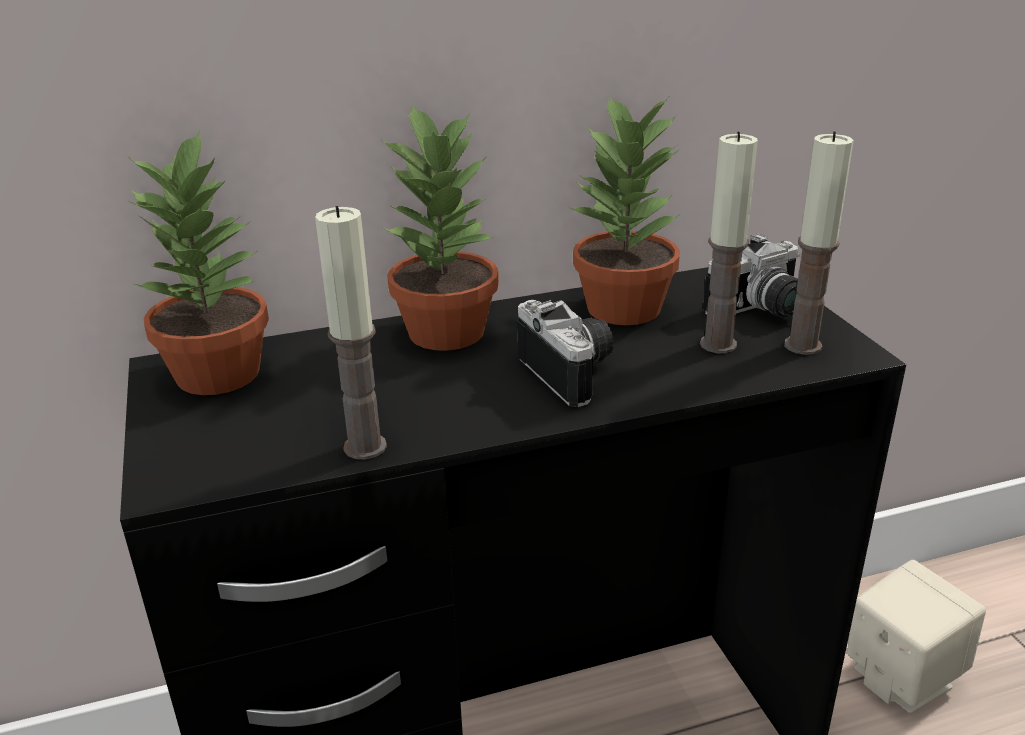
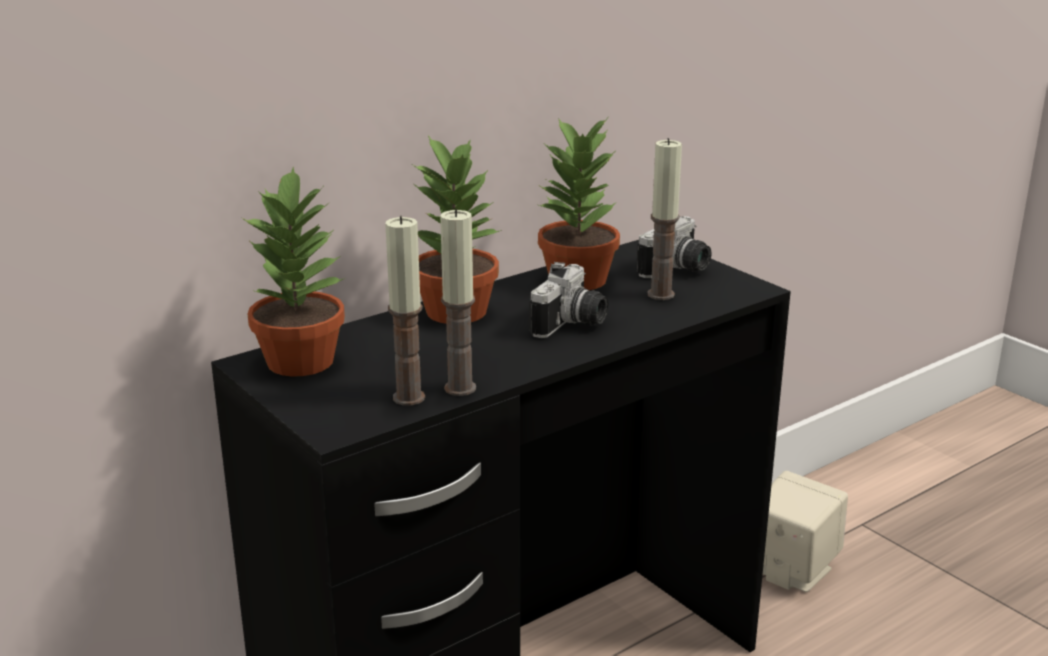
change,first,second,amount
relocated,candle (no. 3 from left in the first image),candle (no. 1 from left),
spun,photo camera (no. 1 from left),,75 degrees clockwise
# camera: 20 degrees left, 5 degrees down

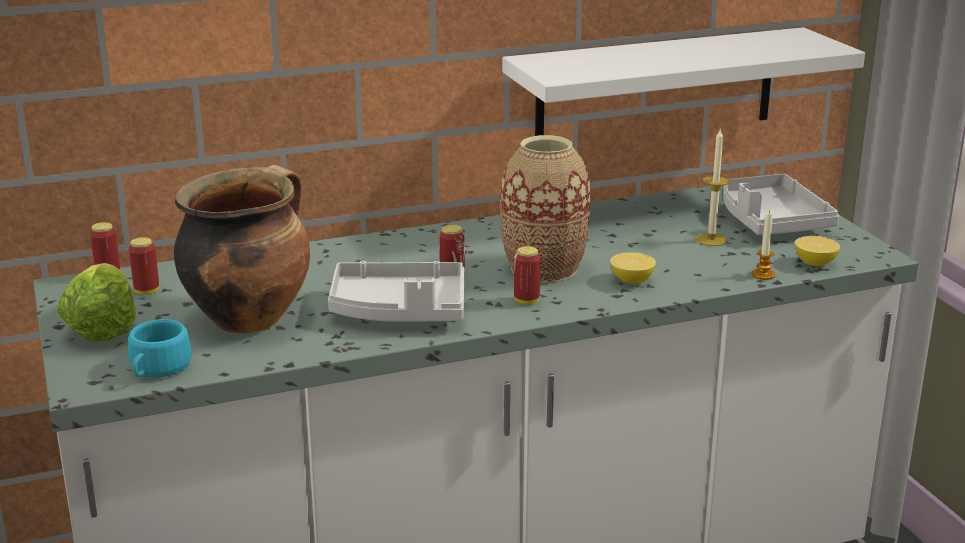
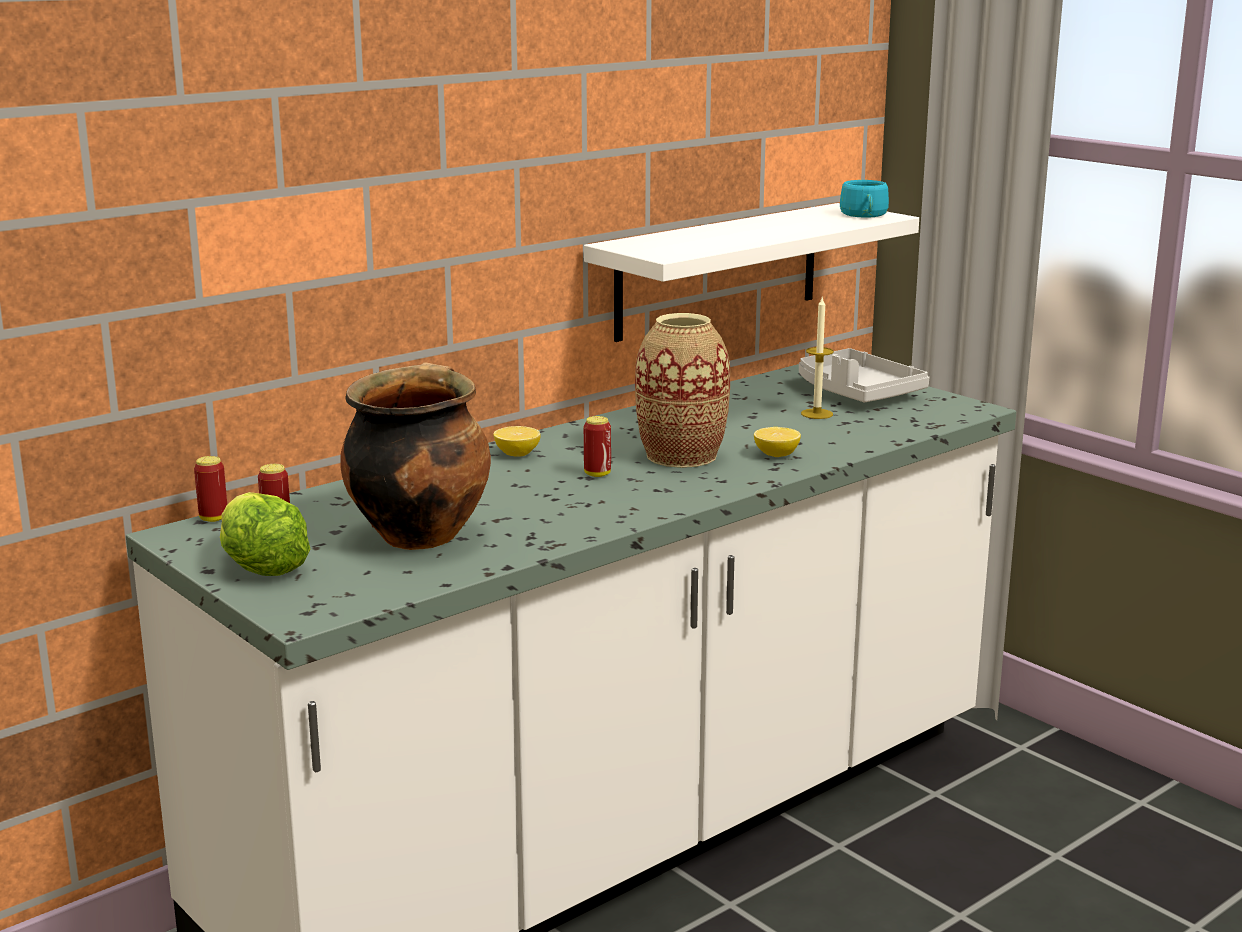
change,first,second,amount
relocated,lemon (no. 2 from left in the first image),lemon (no. 1 from left),
relocated,cup in turquoise,,
missing,tray in grey (no. 1 from left),,
missing,can (no. 4 from left),,
missing,candle (no. 2 from left),,
# camera: 20 degrees left, 5 degrees down

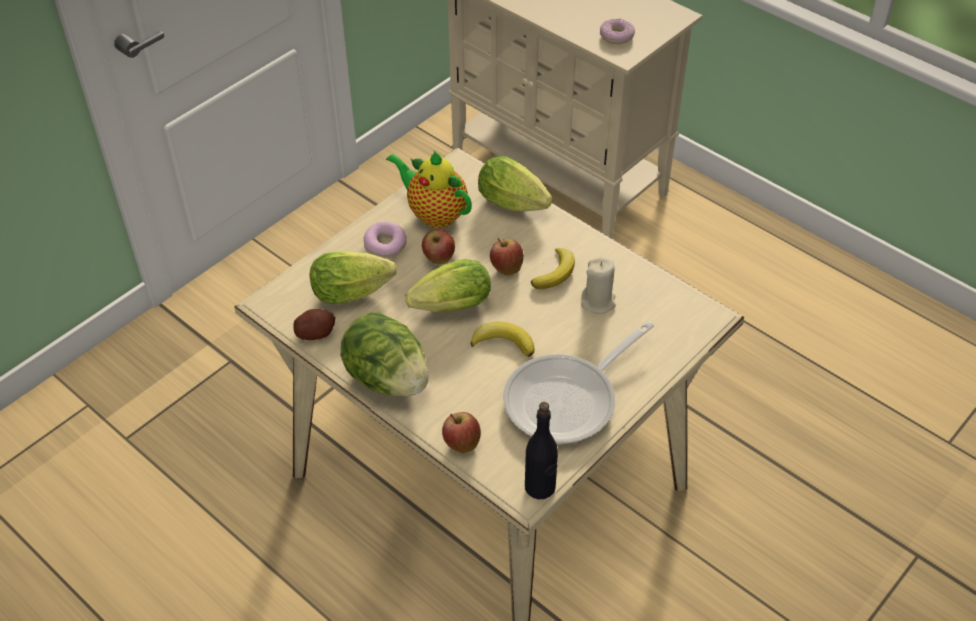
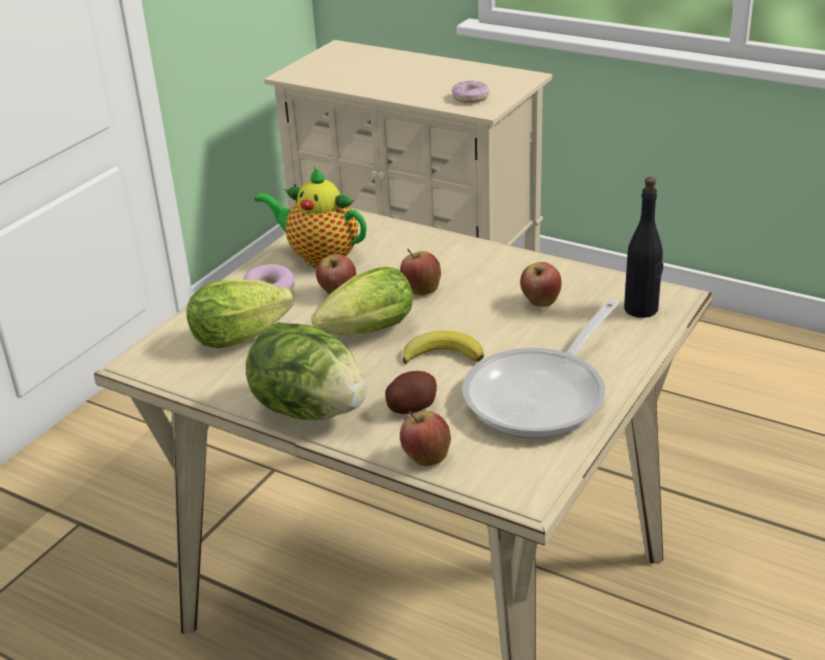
change,first,second,amount
relocated,potato,,
exchanged,candle in beige,apple (no. 4 from left),
relocated,bottle in black,,
missing,lettuce (no. 4 from left),,
missing,banana (no. 2 from left),,
# camera: 10 degrees left, 15 degrees down

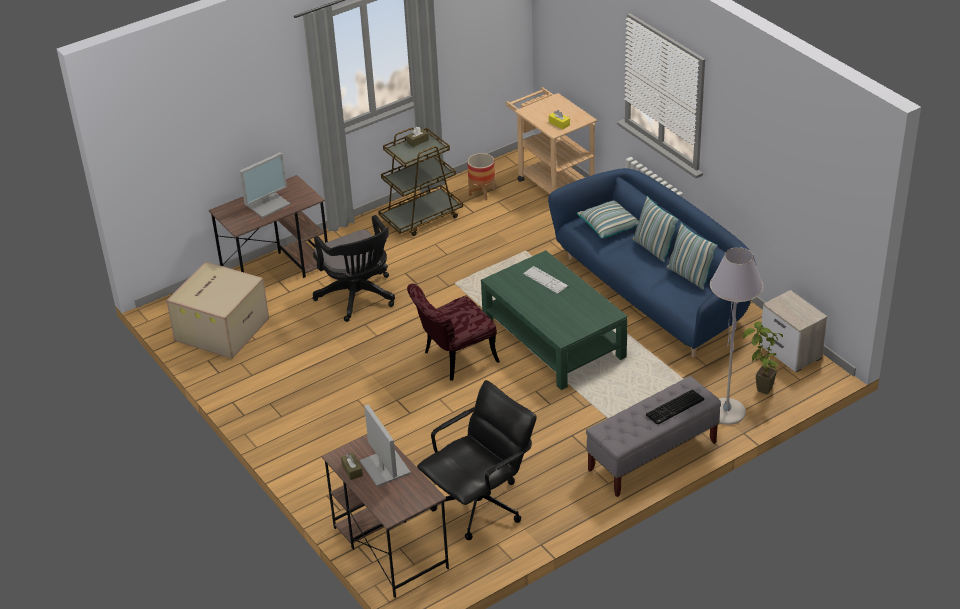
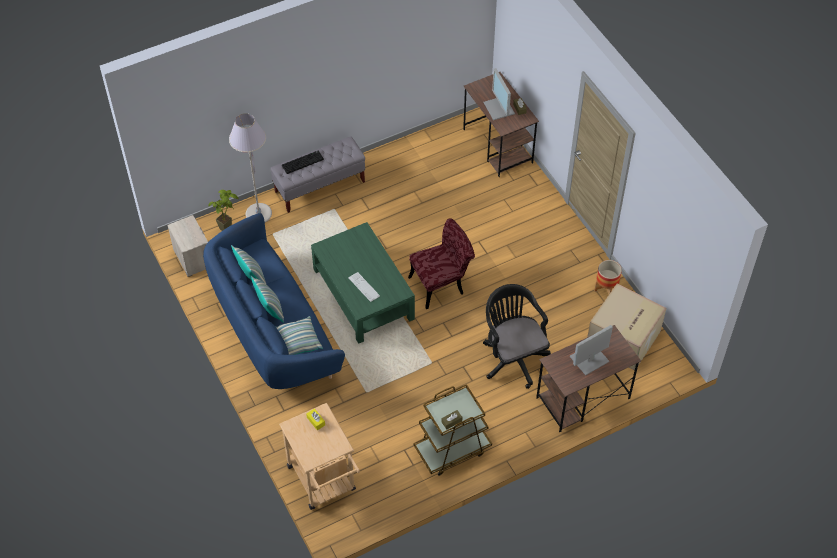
change,first,second,amount
relocated,planter,,
missing,office chair in black (no. 2 from left),,
# camera: 175 degrees left, 15 degrees up

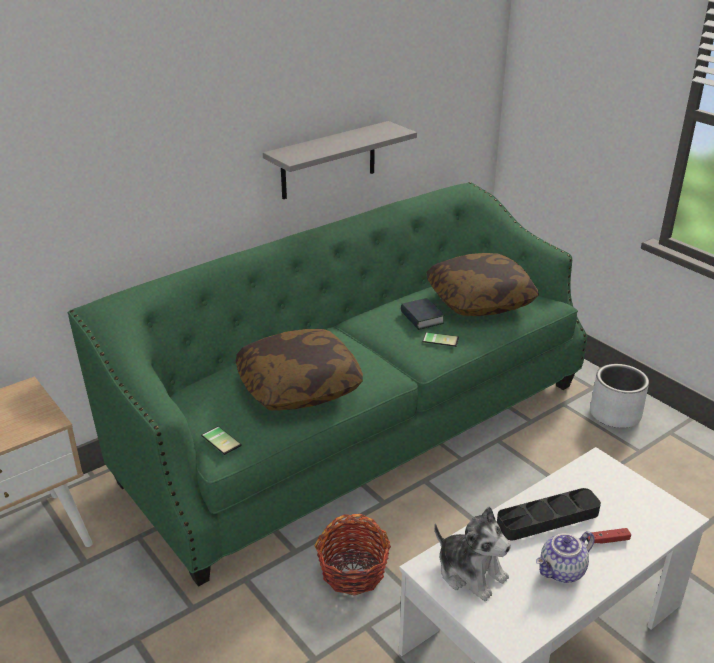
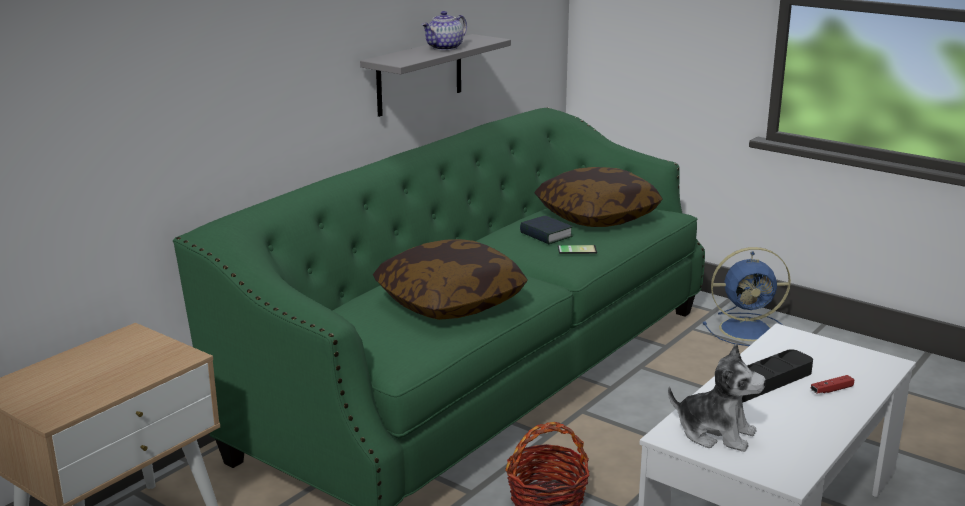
change,first,second,amount
relocated,teapot,,
exchanged,planter in grey,fan in blue,
missing,phone (no. 1 from left),,
# camera: 15 degrees left, 10 degrees down

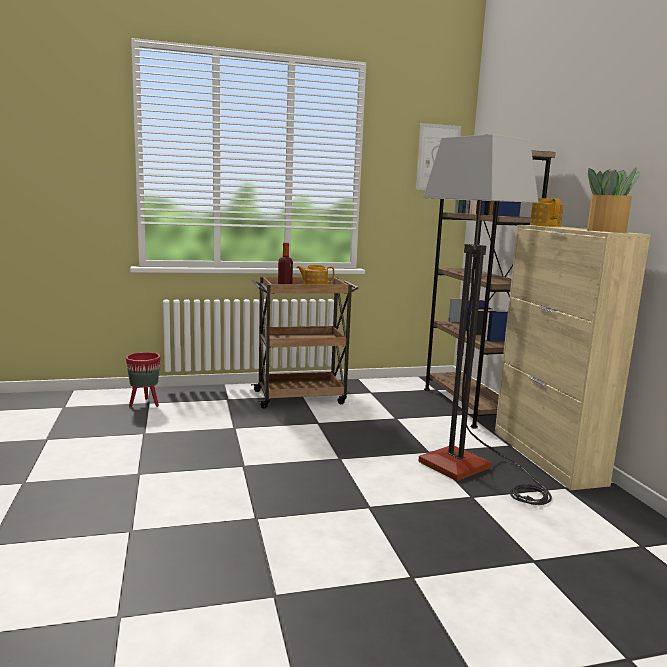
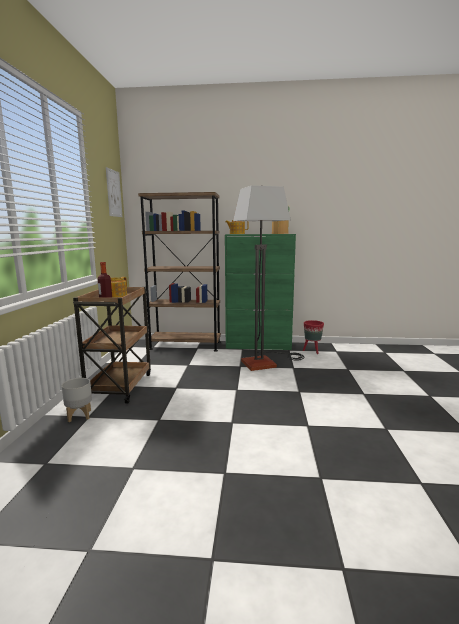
change,first,second,amount
appeared,,planter in grey,
colour,cabinet in beige,cabinet in green,
relocated,planter in red,,
# camera: 70 degrees left, 0 degrees up

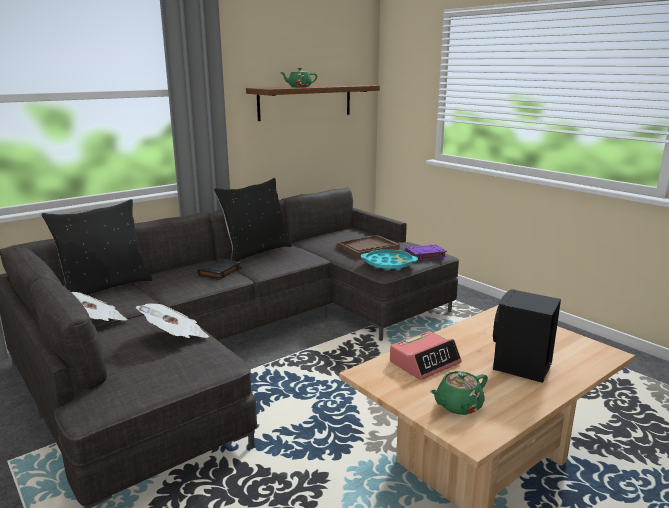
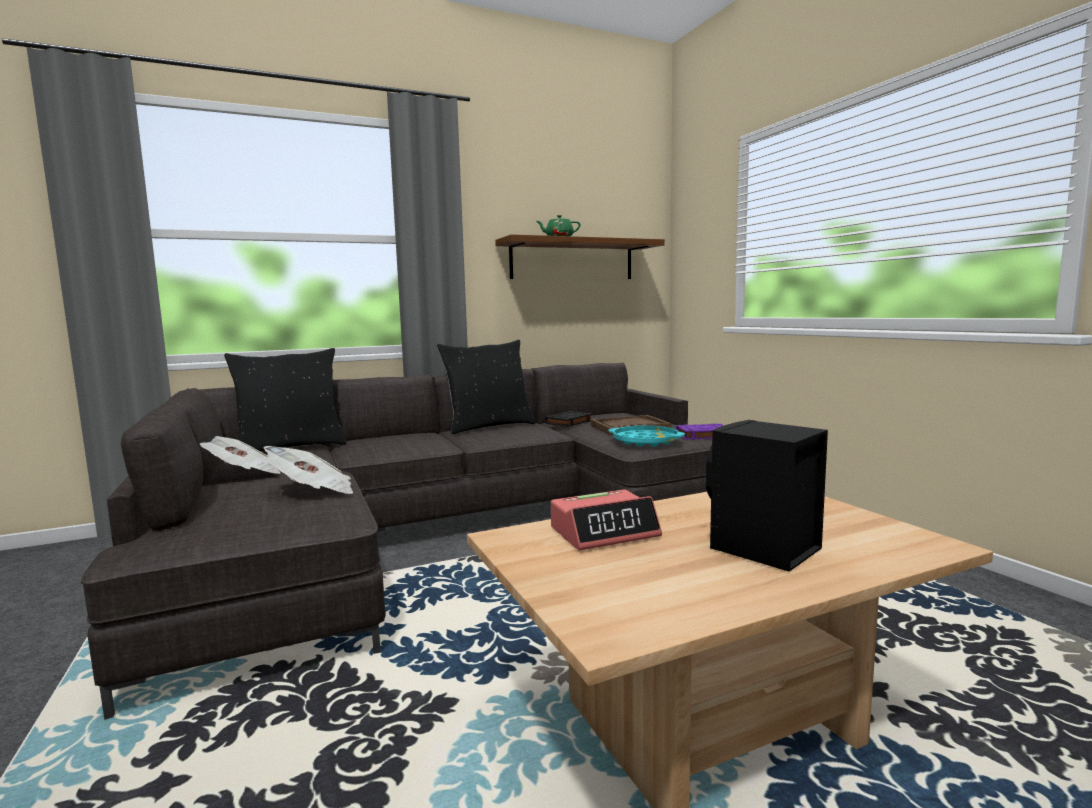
change,first,second,amount
relocated,book in black,,
missing,teapot in green (no. 2 from left),,
# camera: 15 degrees right, 10 degrees down

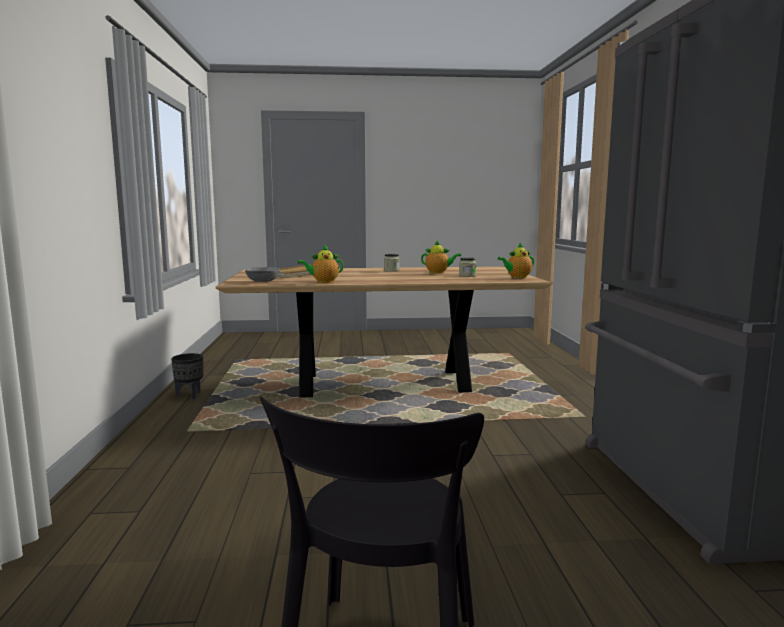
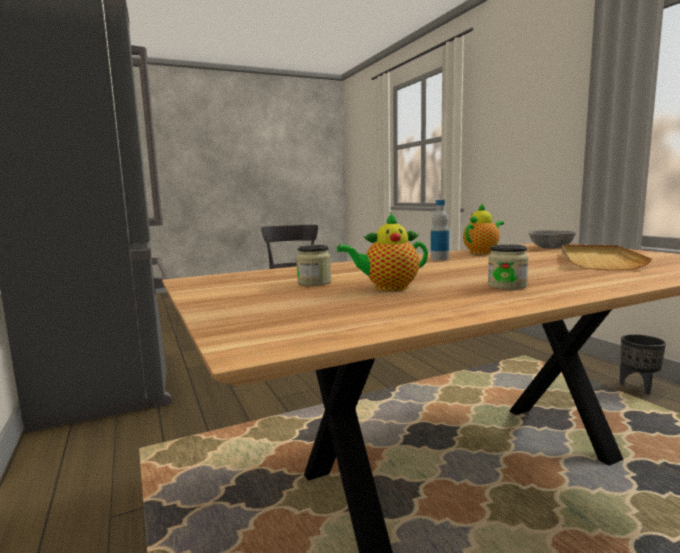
change,first,second,amount
appeared,,bottle,
missing,teapot (no. 3 from left),,
# camera: 160 degrees right, 0 degrees up

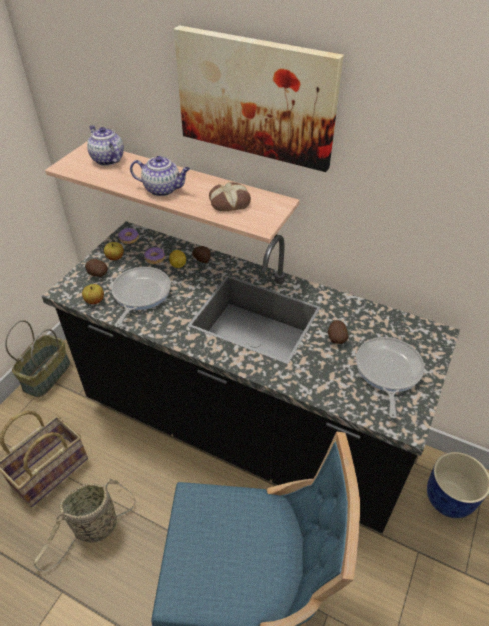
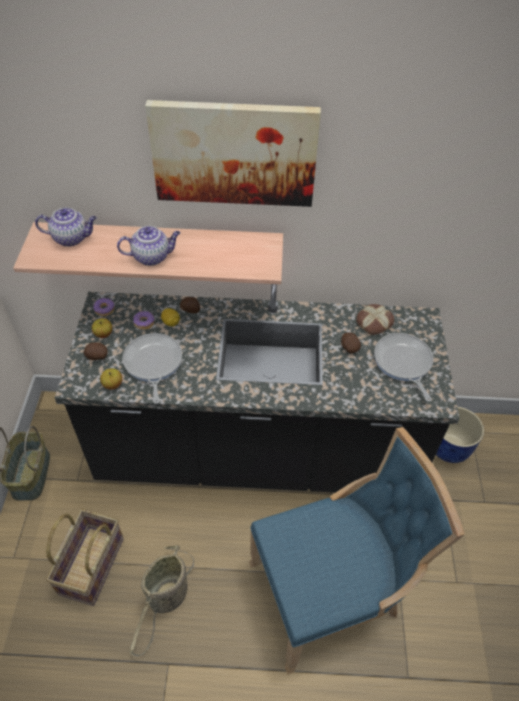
change,first,second,amount
spun,teapot (no. 1 from left),,150 degrees clockwise
relocated,bread,,
# camera: 25 degrees left, 5 degrees up

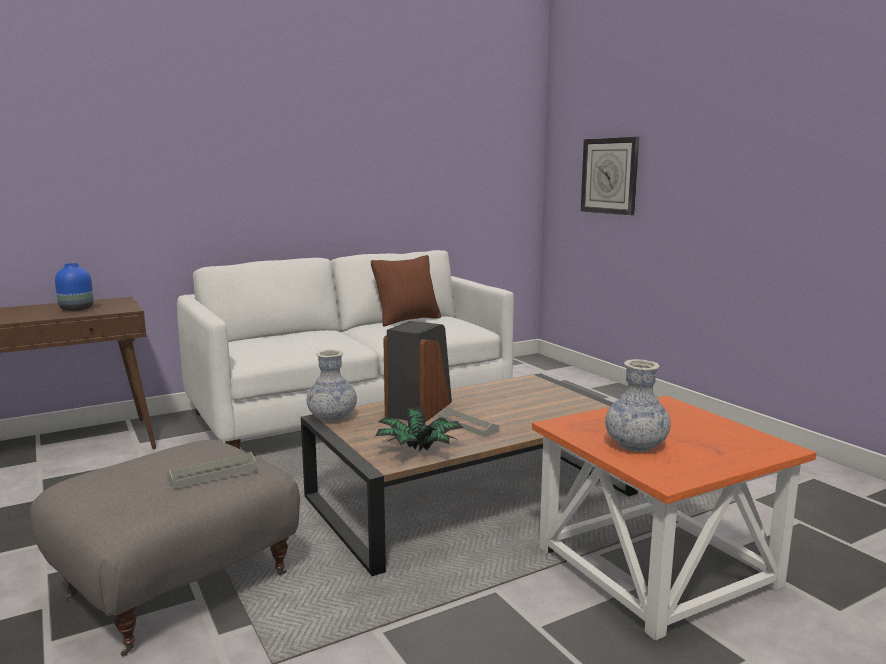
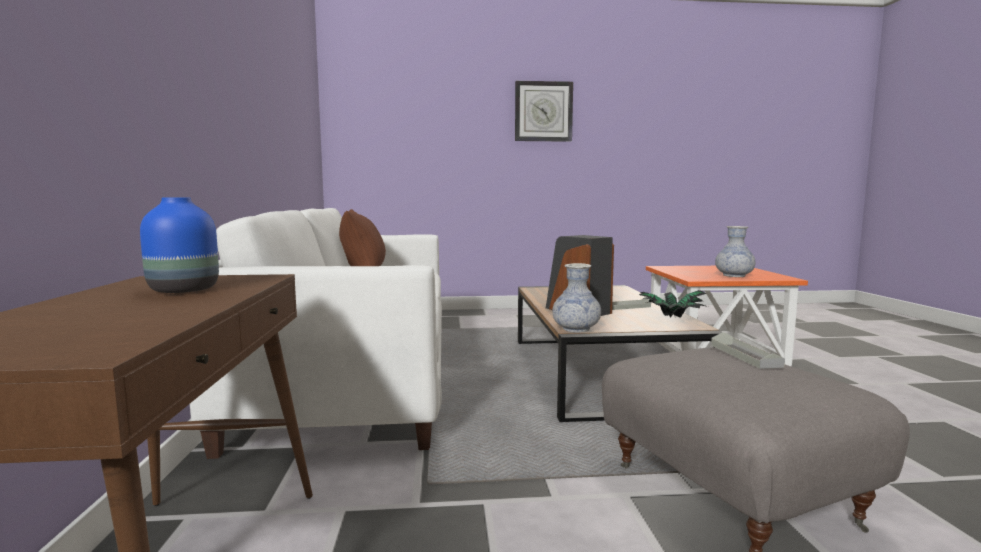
change,first,second,amount
relocated,wall clock,,
# camera: 65 degrees left, 5 degrees down

